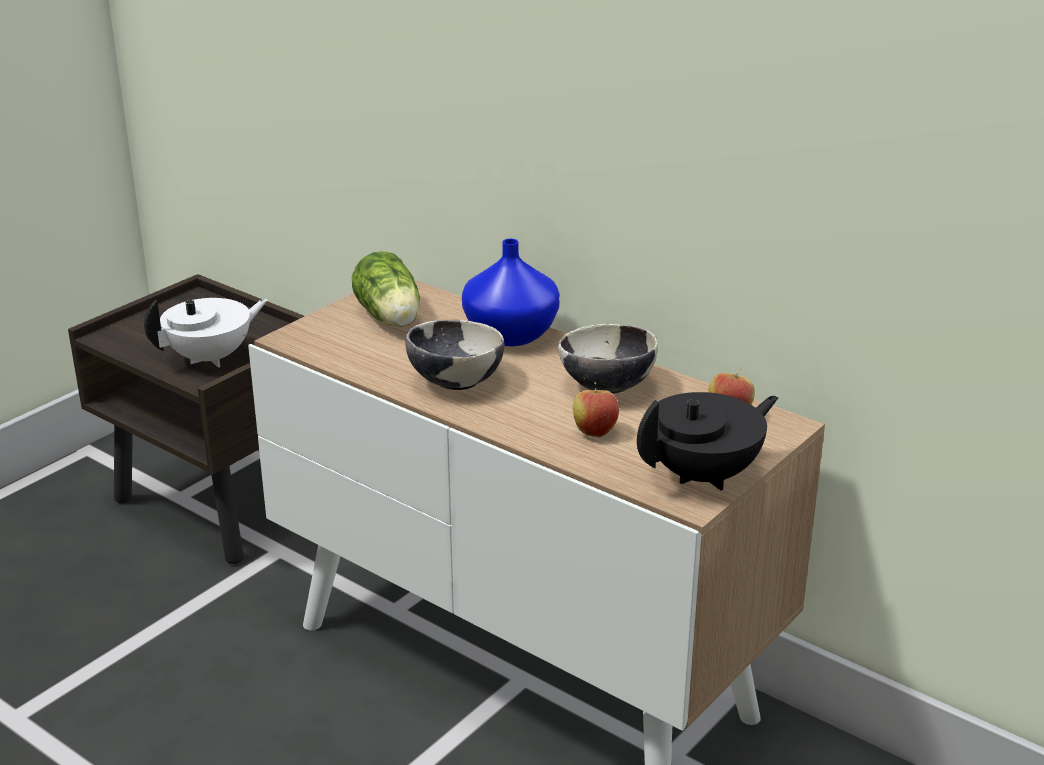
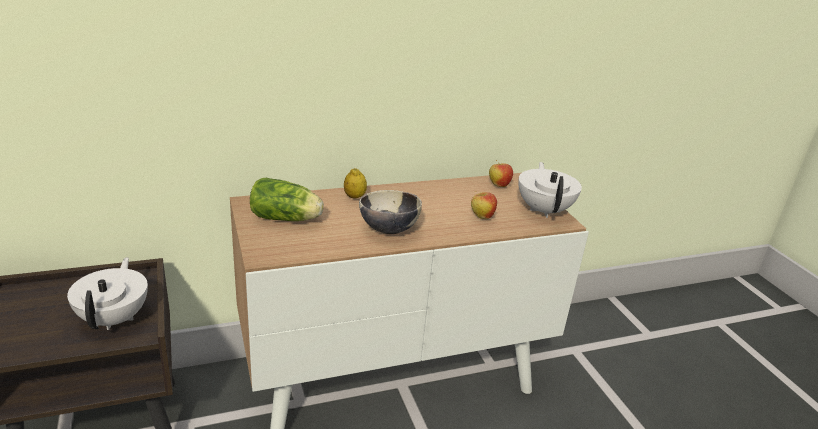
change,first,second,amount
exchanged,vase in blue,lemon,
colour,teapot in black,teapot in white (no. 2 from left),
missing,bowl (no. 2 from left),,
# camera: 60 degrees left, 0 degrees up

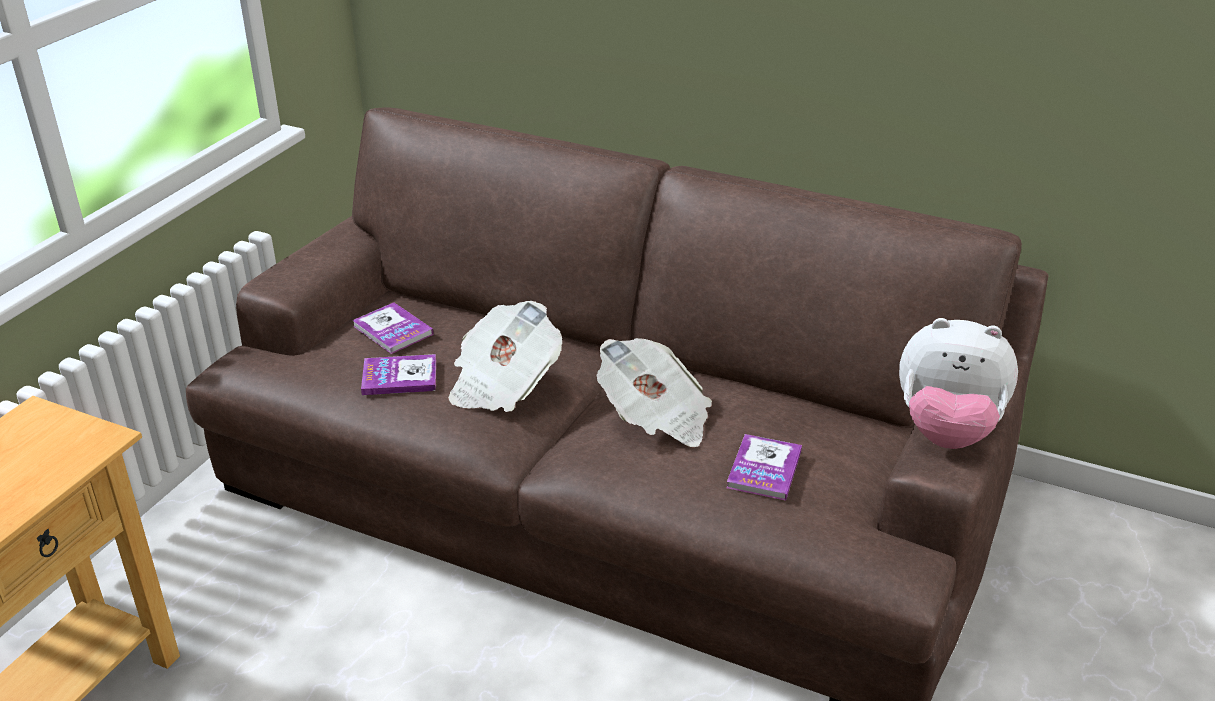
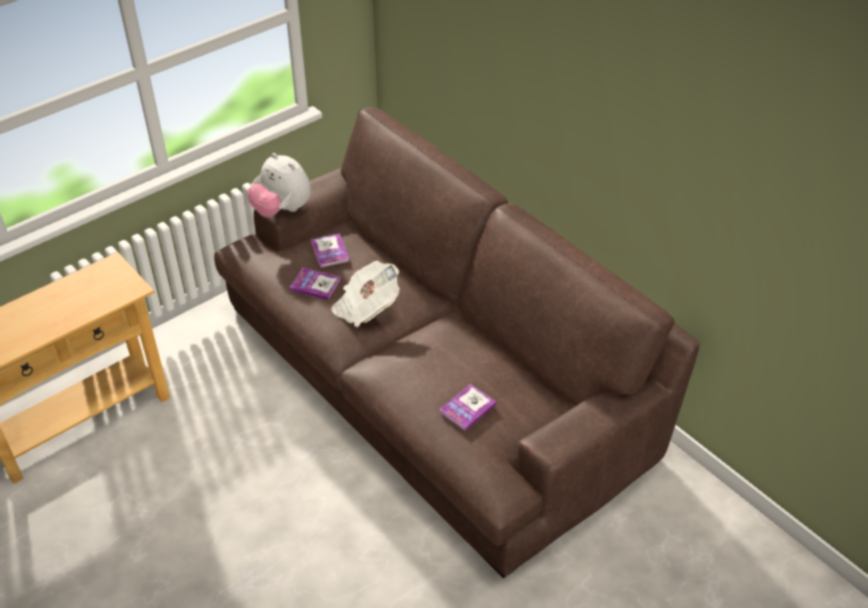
change,first,second,amount
relocated,plush toy,,
missing,newspaper (no. 2 from left),,
# camera: 25 degrees right, 10 degrees up

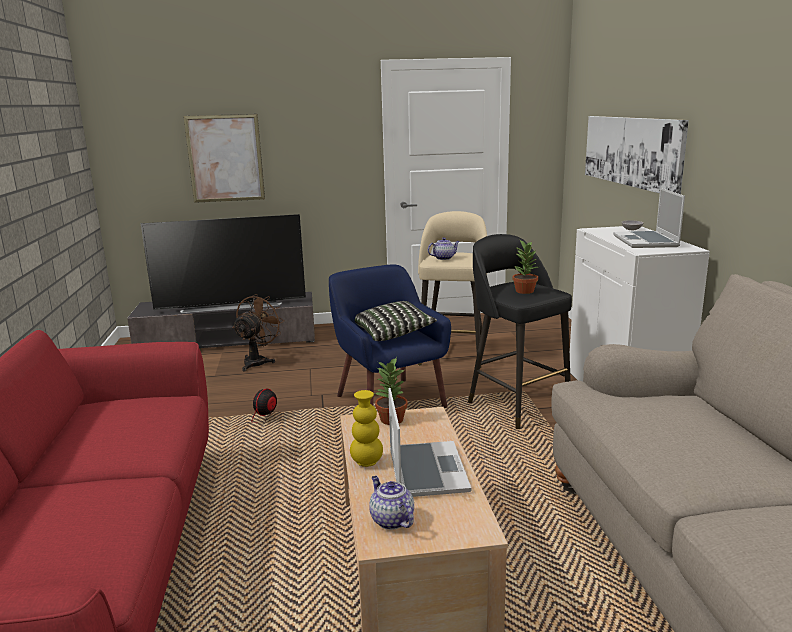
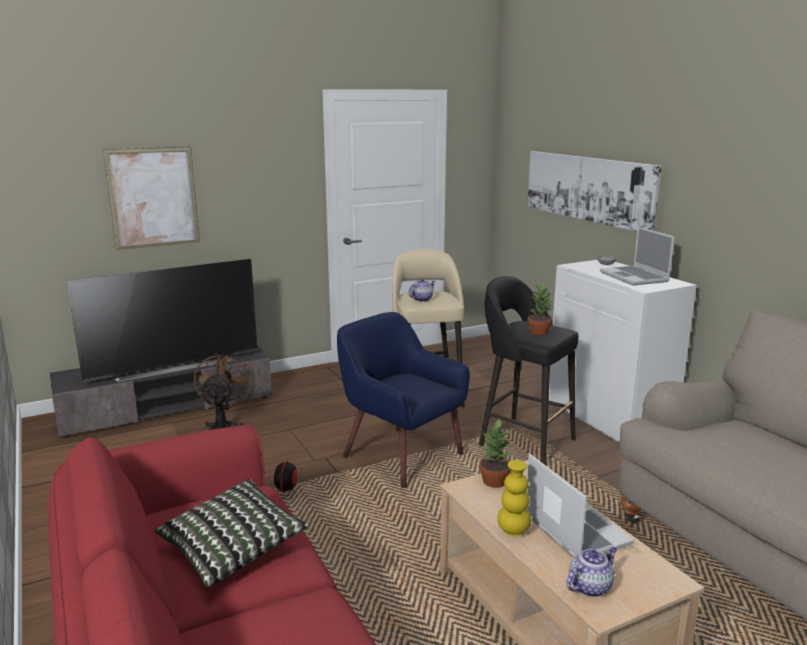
change,first,second,amount
relocated,pillow,,
spun,teapot (no. 1 from left in the first image),teapot (no. 2 from left),105 degrees clockwise
# camera: 20 degrees left, 0 degrees up

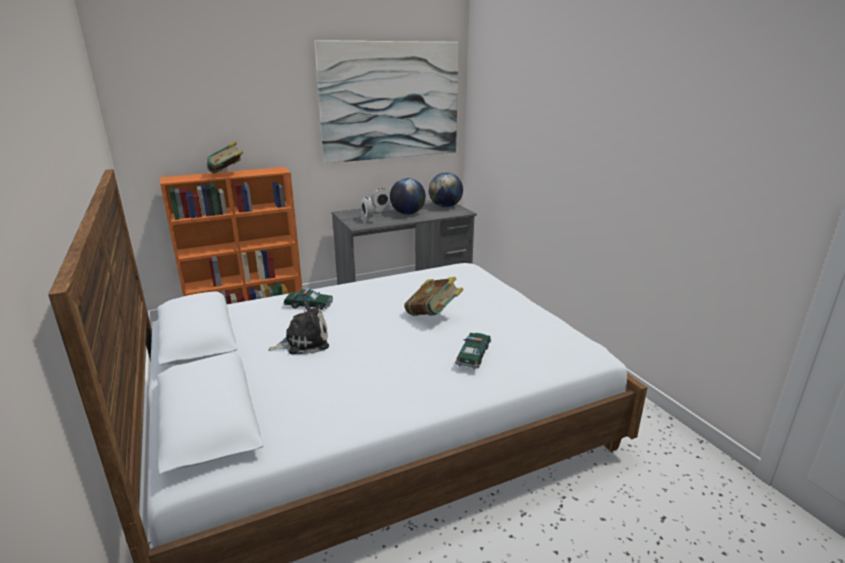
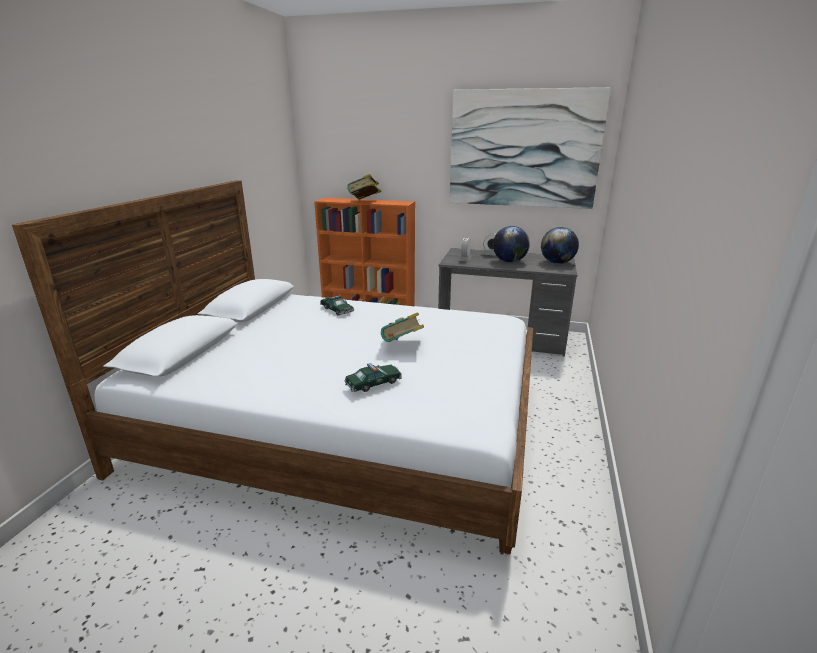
change,first,second,amount
missing,plush toy,,
# camera: 40 degrees right, 0 degrees up

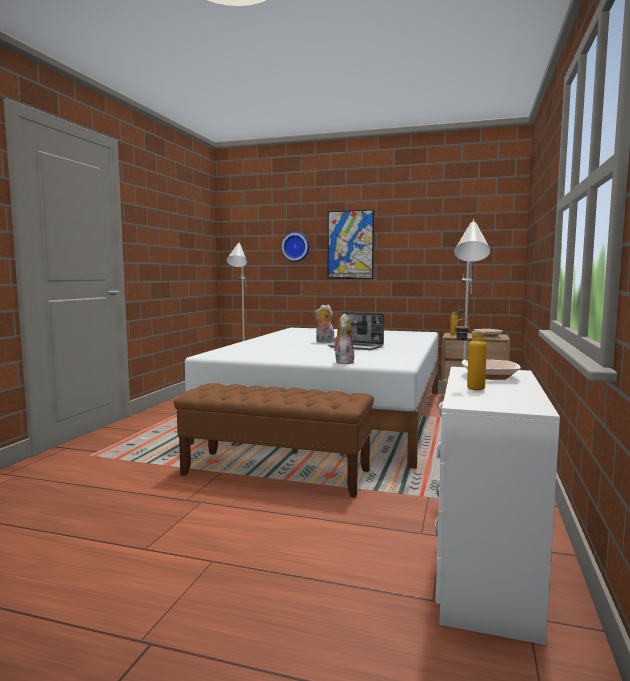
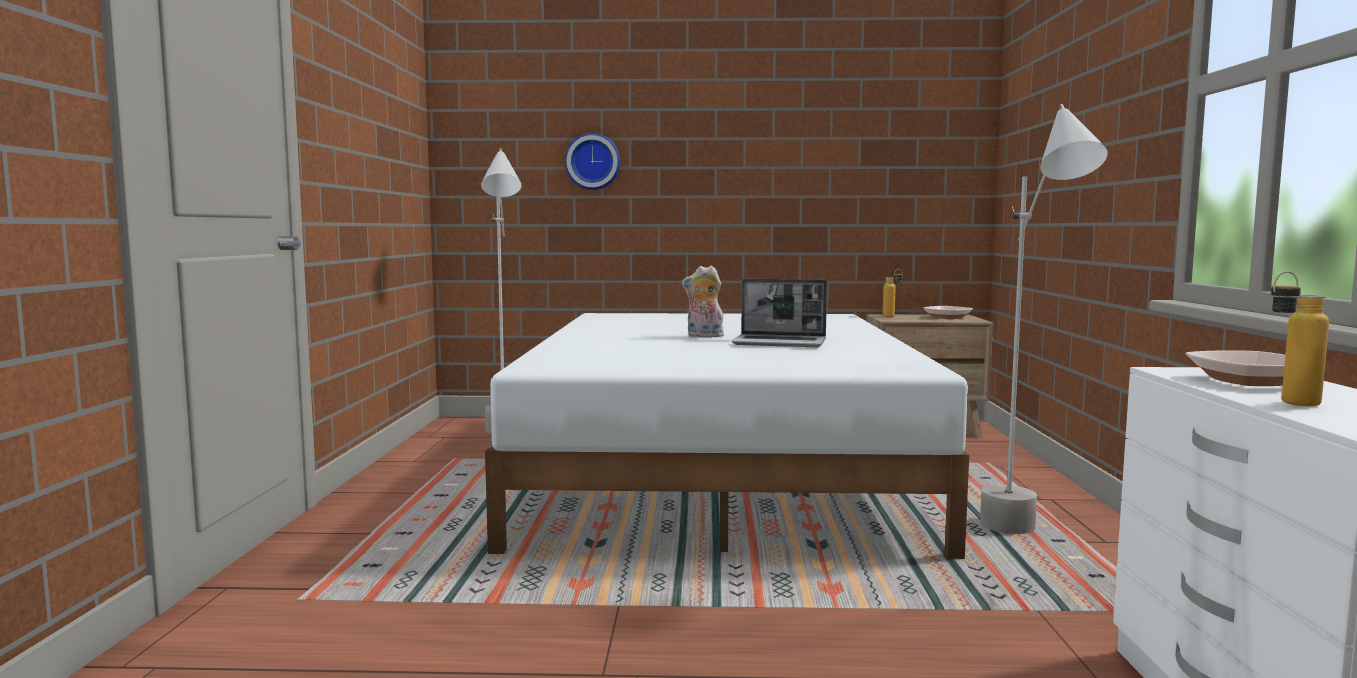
change,first,second,amount
missing,bench in brown,,
missing,picture,,
missing,plush toy (no. 2 from left),,
# camera: 15 degrees left, 0 degrees up

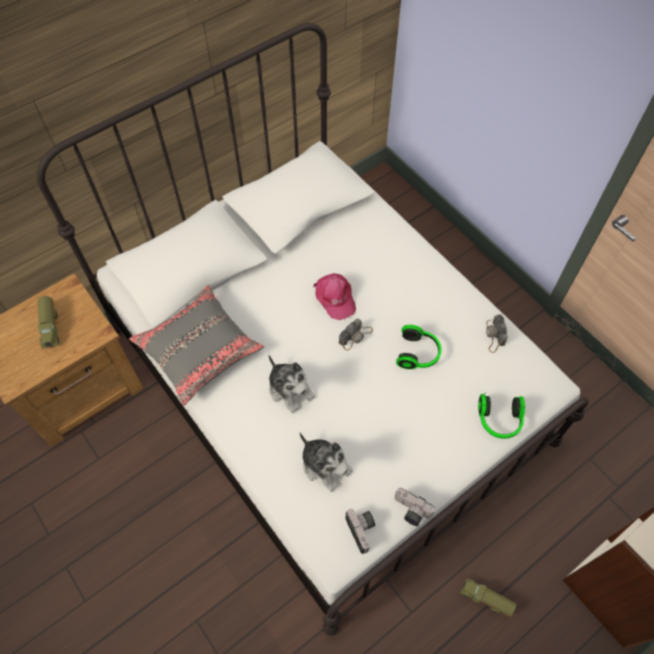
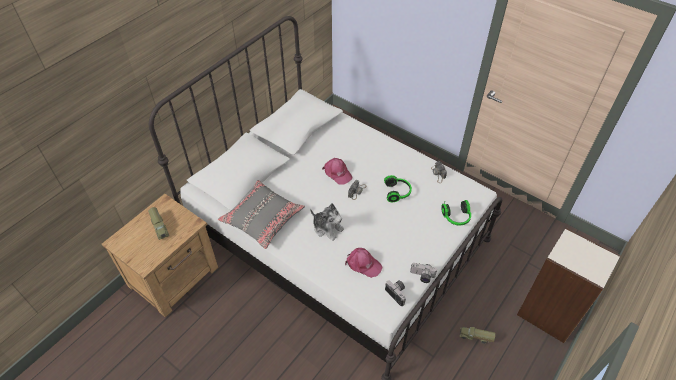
change,first,second,amount
exchanged,plush toy (no. 2 from left),cap in pink (no. 2 from left),
# camera: 15 degrees left, 10 degrees down

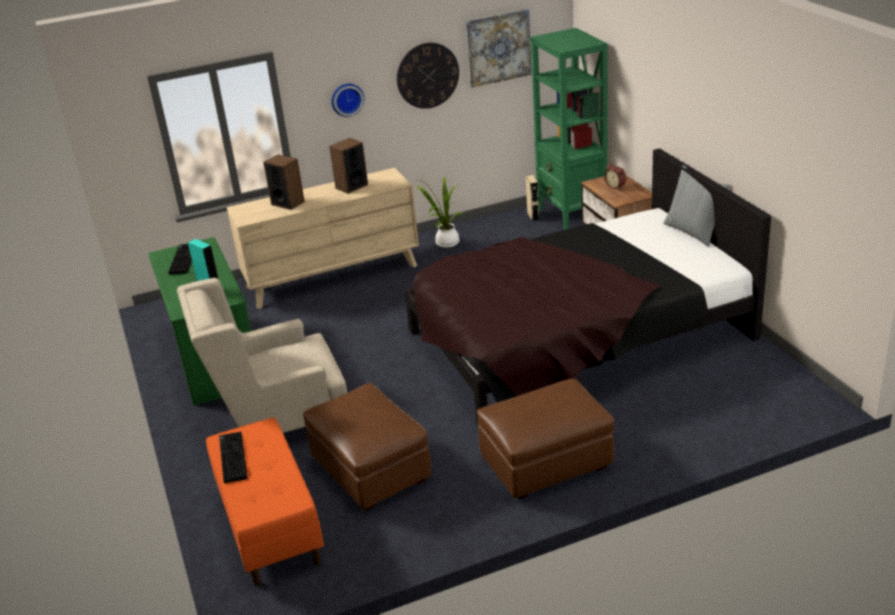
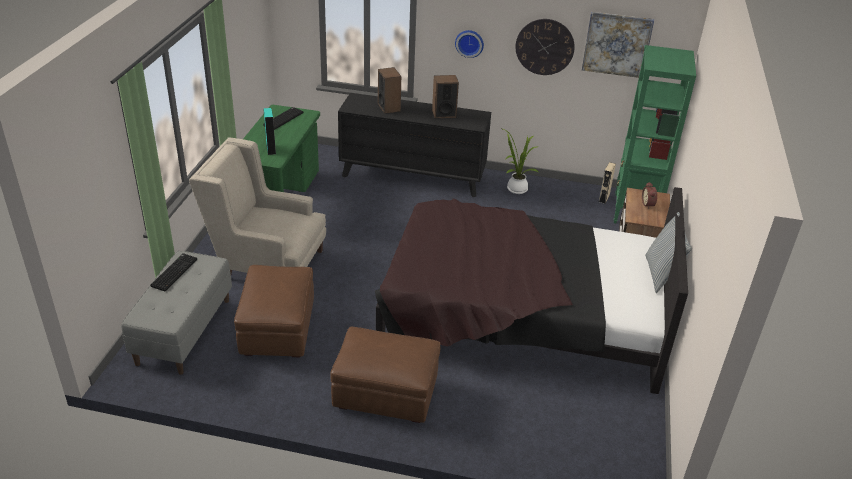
change,first,second,amount
colour,bench in orange,bench in grey,
colour,dresser in beige,dresser in black,
# camera: 30 degrees right, 5 degrees up

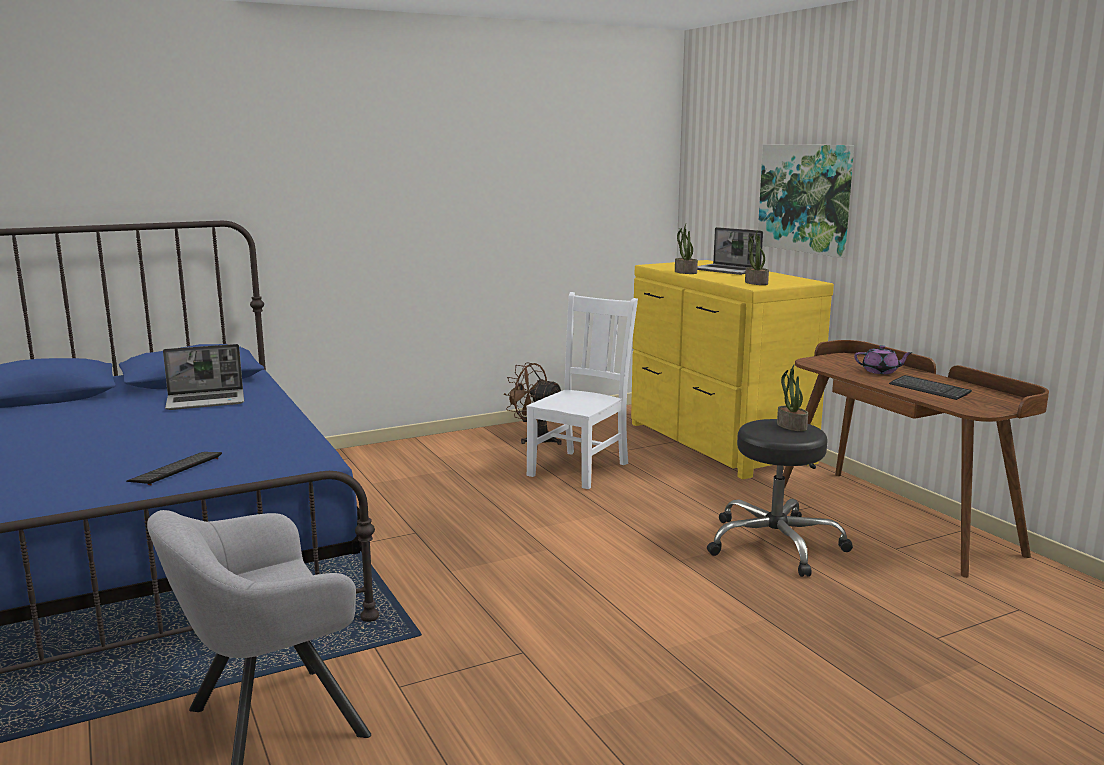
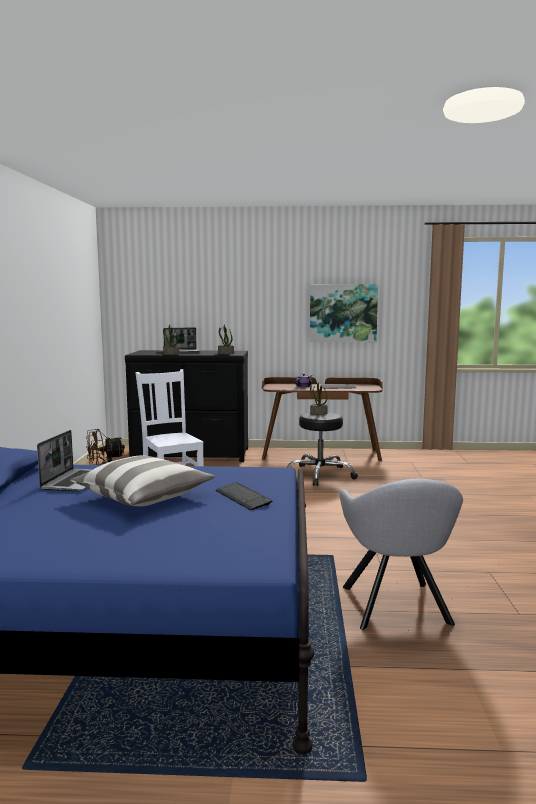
change,first,second,amount
appeared,,pillow,
colour,dresser in yellow,dresser in black,
relocated,picture,,
# camera: 60 degrees left, 5 degrees down

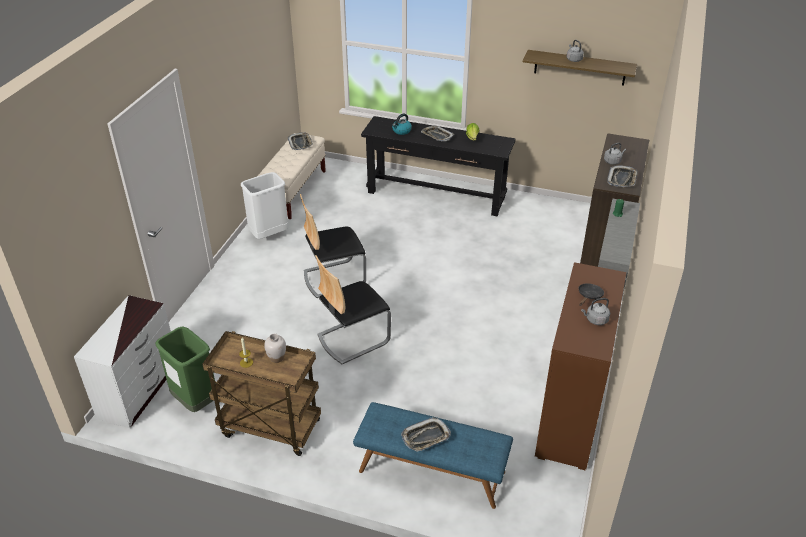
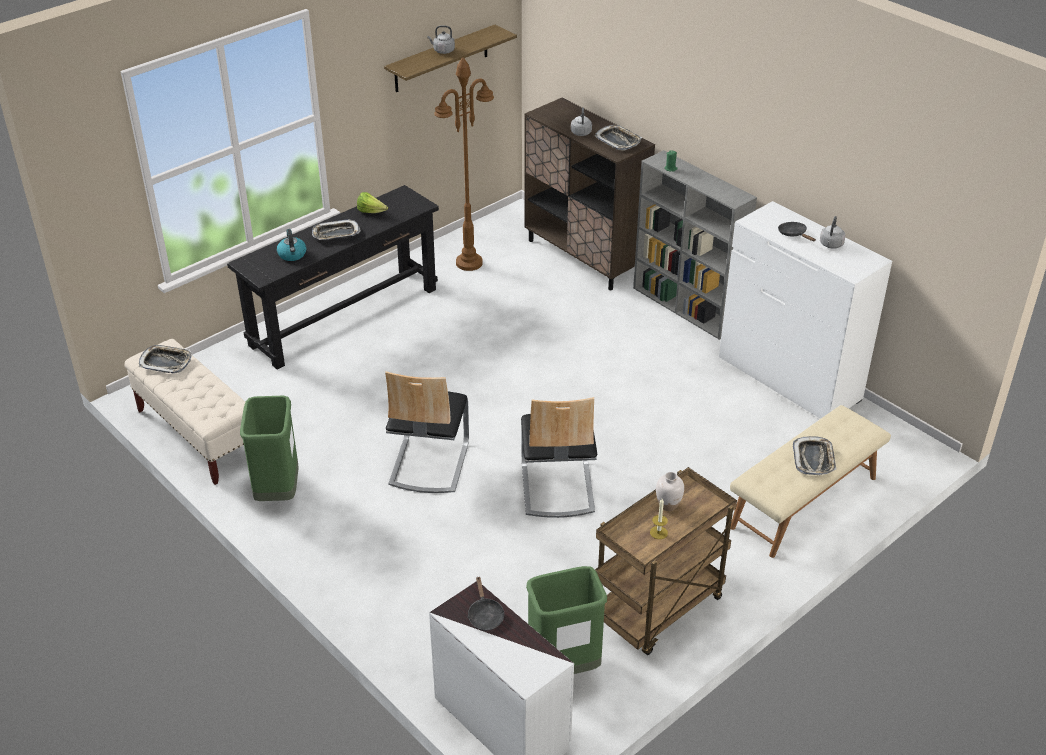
change,first,second,amount
colour,trash can in white,trash can in green (no. 1 from left),
appeared,,floor lamp in brown,
appeared,,frying pan in black (no. 1 from left),
colour,dresser in brown,dresser in white (no. 2 from left),
colour,bench in blue,bench in beige (no. 2 from left),
# camera: 60 degrees left, 0 degrees up

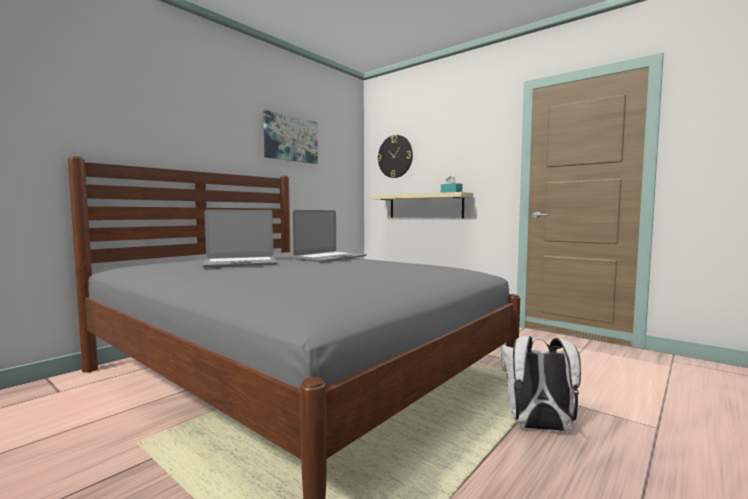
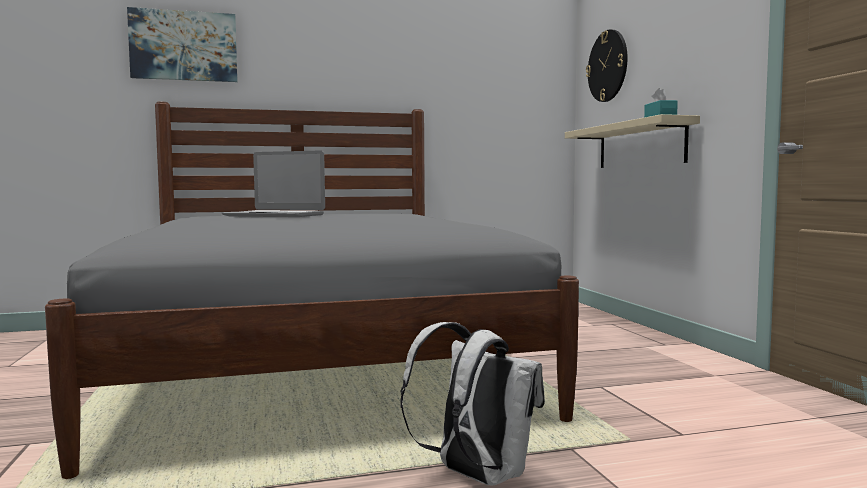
change,first,second,amount
relocated,picture,,
missing,laptop (no. 2 from left),,
# camera: 35 degrees right, 0 degrees up

